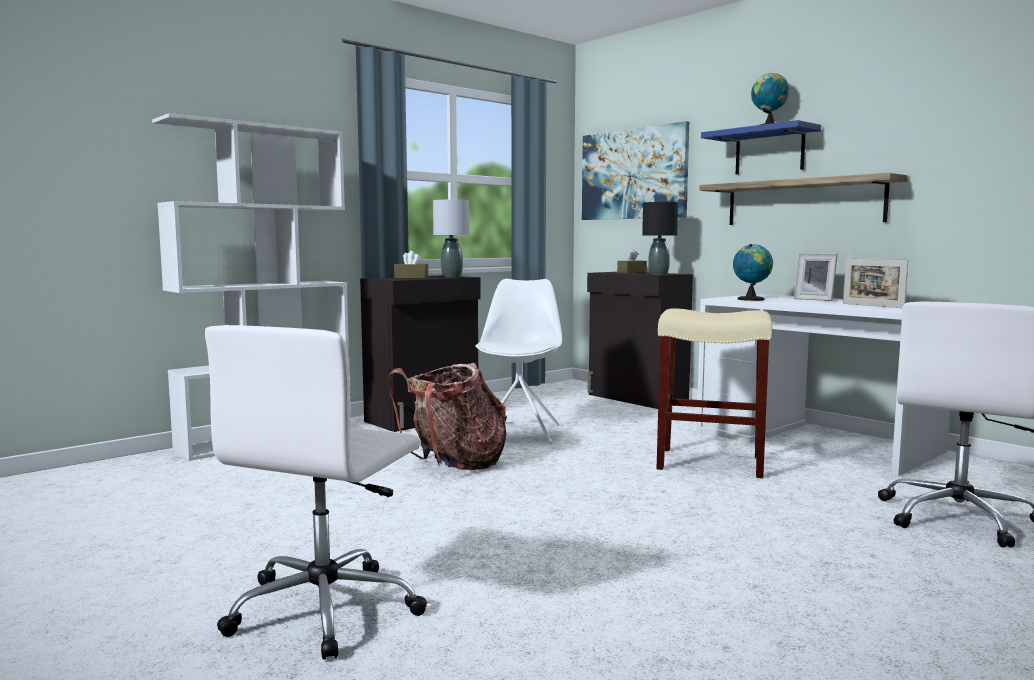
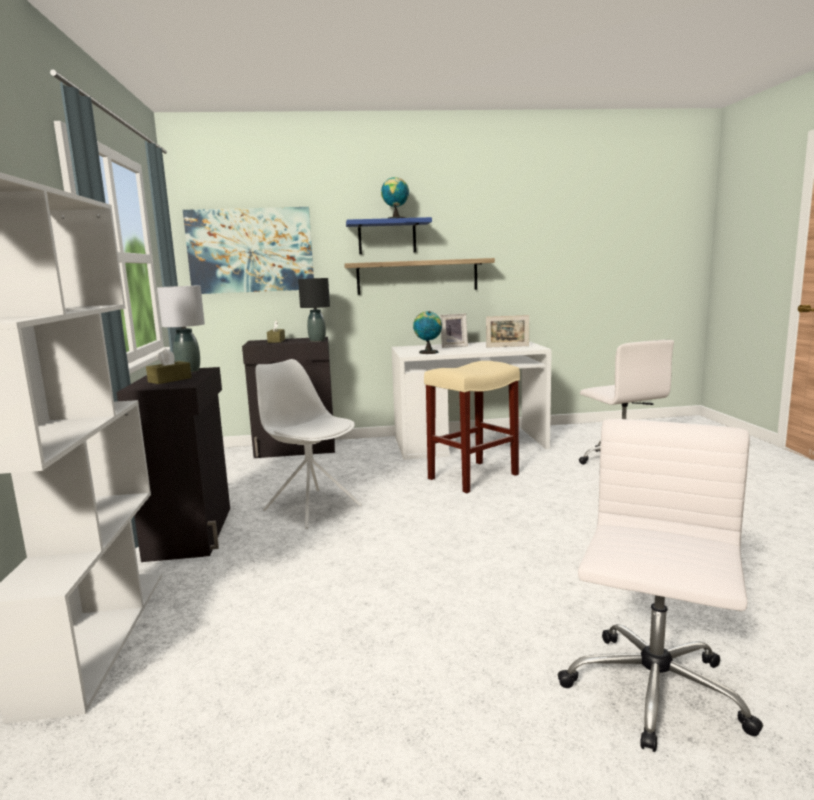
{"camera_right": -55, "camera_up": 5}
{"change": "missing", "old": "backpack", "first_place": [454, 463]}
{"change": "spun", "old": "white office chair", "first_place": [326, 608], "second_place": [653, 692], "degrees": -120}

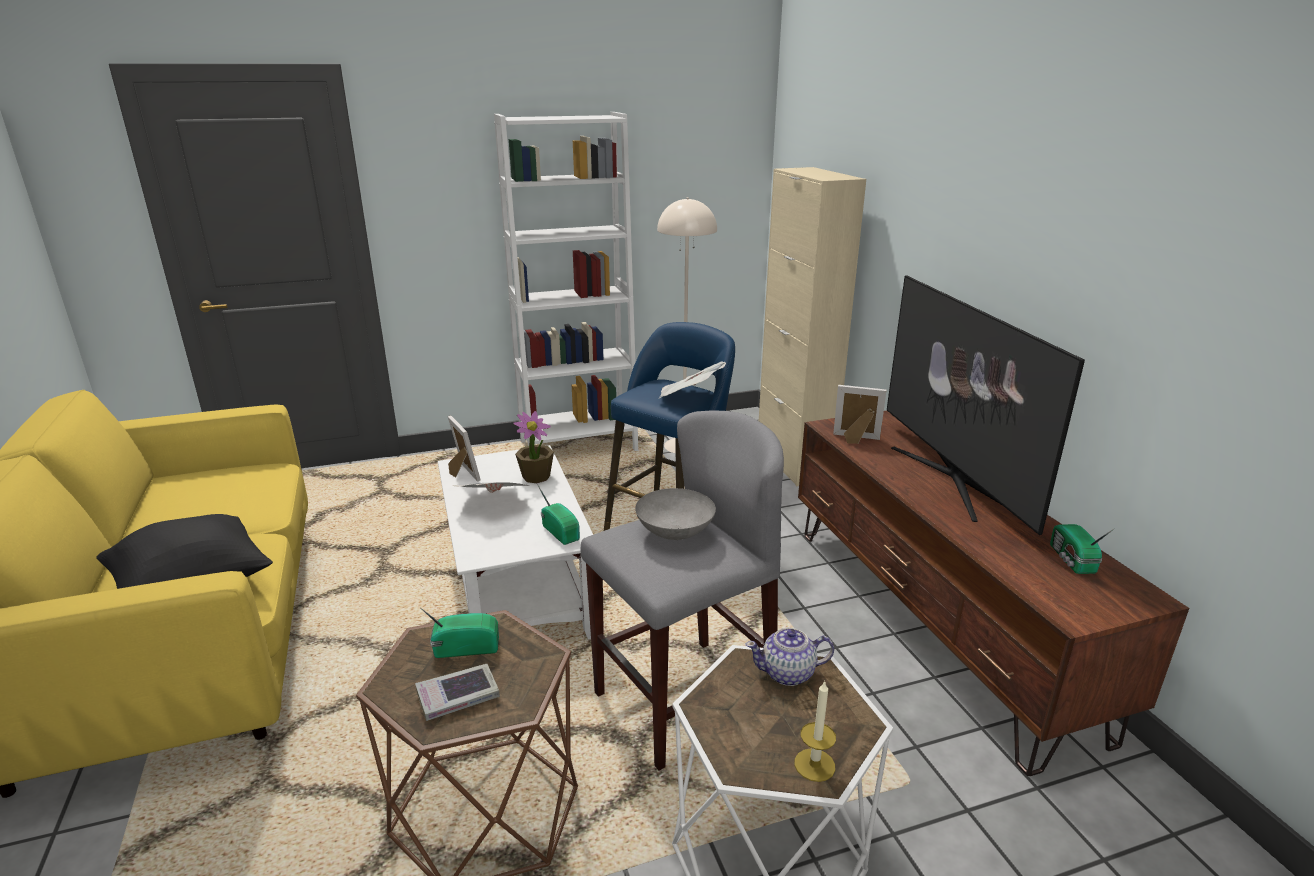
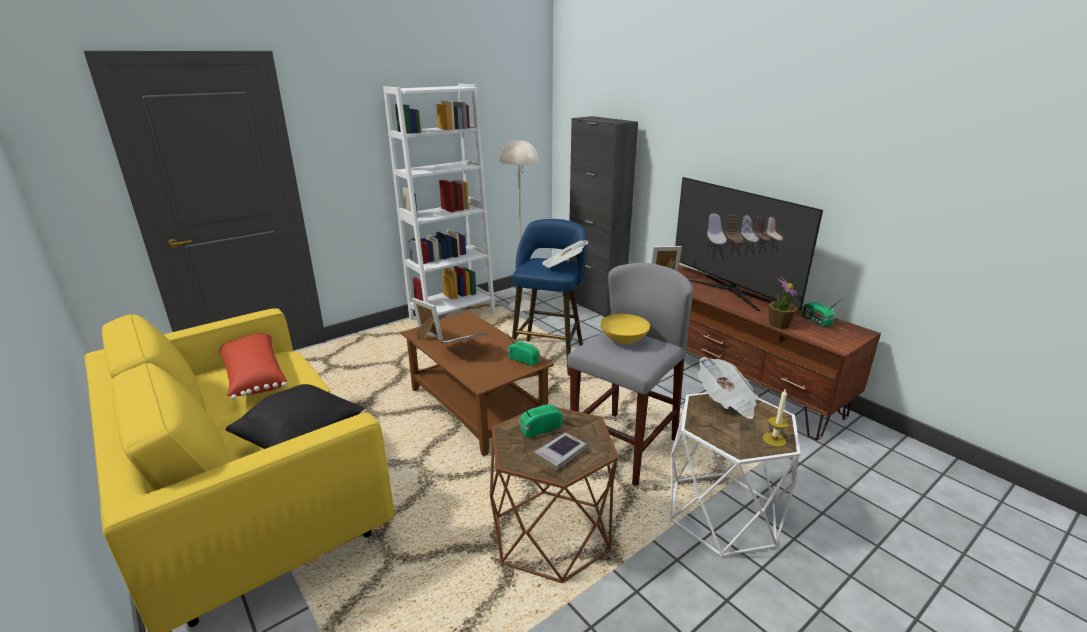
{"camera_right": -20, "camera_up": 0}
{"change": "appeared", "new": "red pillow", "second_place": [253, 377]}
{"change": "relocated", "old": "potted plant", "first_place": [536, 476], "second_place": [779, 324]}
{"change": "exchanged", "old": "teapot", "new": "newspaper", "first_place": [788, 673], "second_place": [726, 402]}
{"change": "colour", "old": "white coffee table", "new": "brown coffee table", "first_place": [517, 586], "second_place": [475, 407]}
{"change": "colour", "old": "grey bowl", "new": "yellow bowl", "first_place": [674, 533], "second_place": [623, 340]}
{"change": "colour", "old": "beige cabinet", "new": "black cabinet", "first_place": [793, 463], "second_place": [595, 305]}

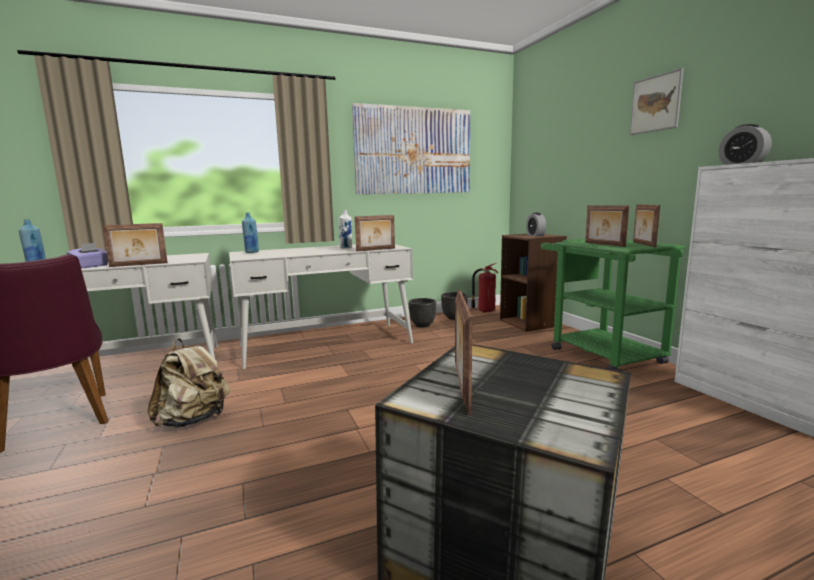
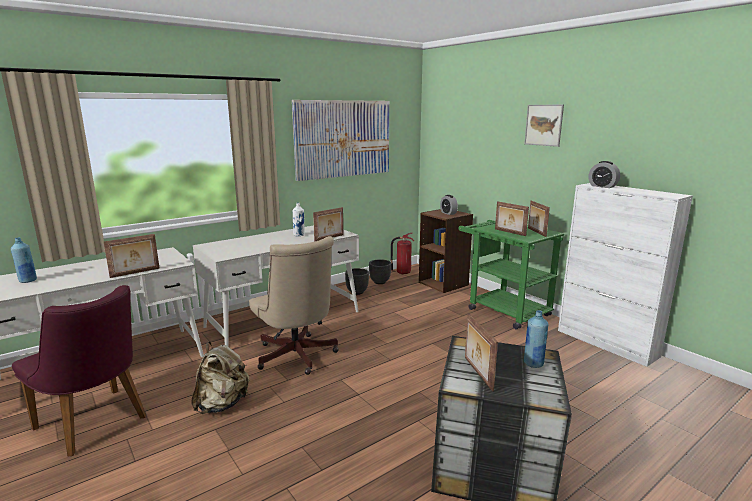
{"camera_right": -15, "camera_up": 5}
{"change": "missing", "old": "purple tissue box", "first_place": [91, 266]}
{"change": "appeared", "new": "beige office chair", "second_place": [297, 358]}
{"change": "relocated", "old": "blue bottle", "first_place": [251, 252], "second_place": [533, 363]}

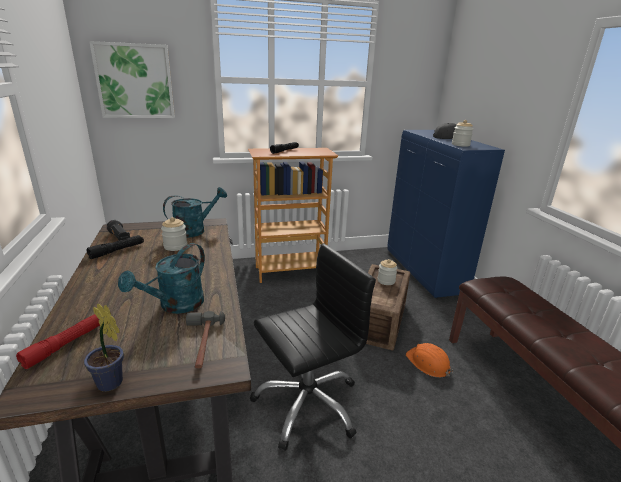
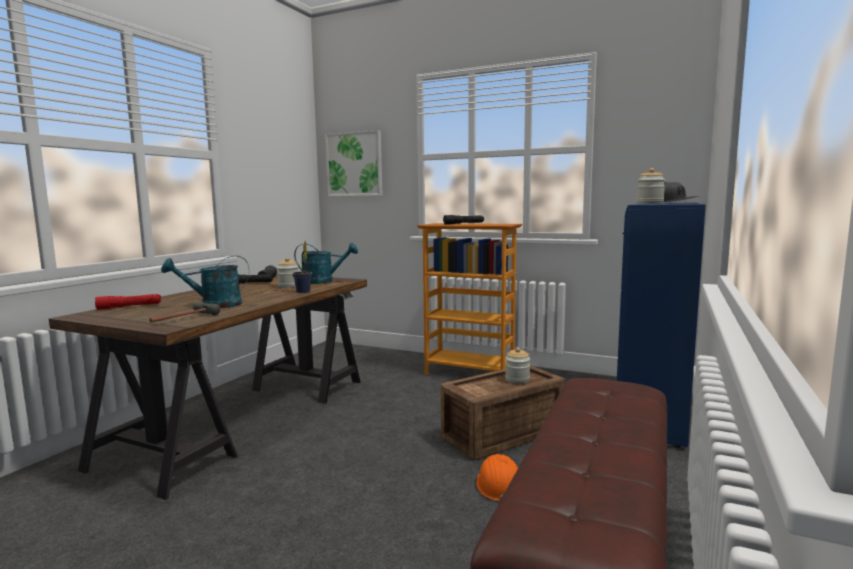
{"camera_right": 40, "camera_up": -15}
{"change": "missing", "old": "black office chair", "first_place": [307, 403]}
{"change": "relocated", "old": "potted plant", "first_place": [112, 384], "second_place": [303, 292]}

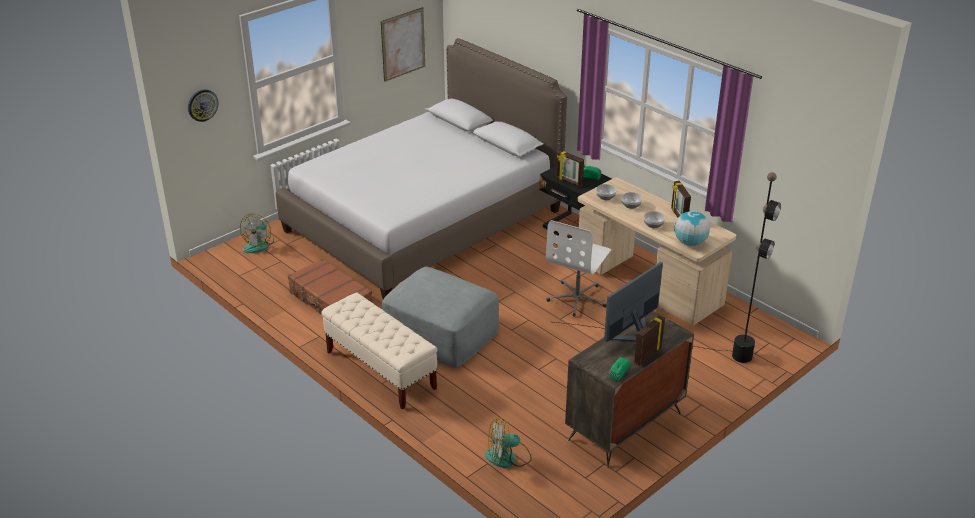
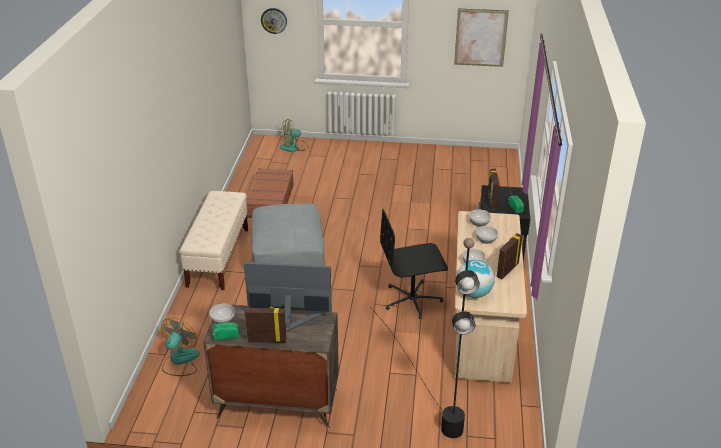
{"camera_right": 50, "camera_up": 0}
{"change": "missing", "old": "bed", "first_place": [423, 220]}
{"change": "appeared", "new": "bowl", "second_place": [222, 320]}
{"change": "colour", "old": "white office chair", "new": "black office chair", "first_place": [577, 298], "second_place": [412, 300]}
{"change": "spun", "old": "fan", "first_place": [508, 457], "second_place": [180, 361], "degrees": 75}

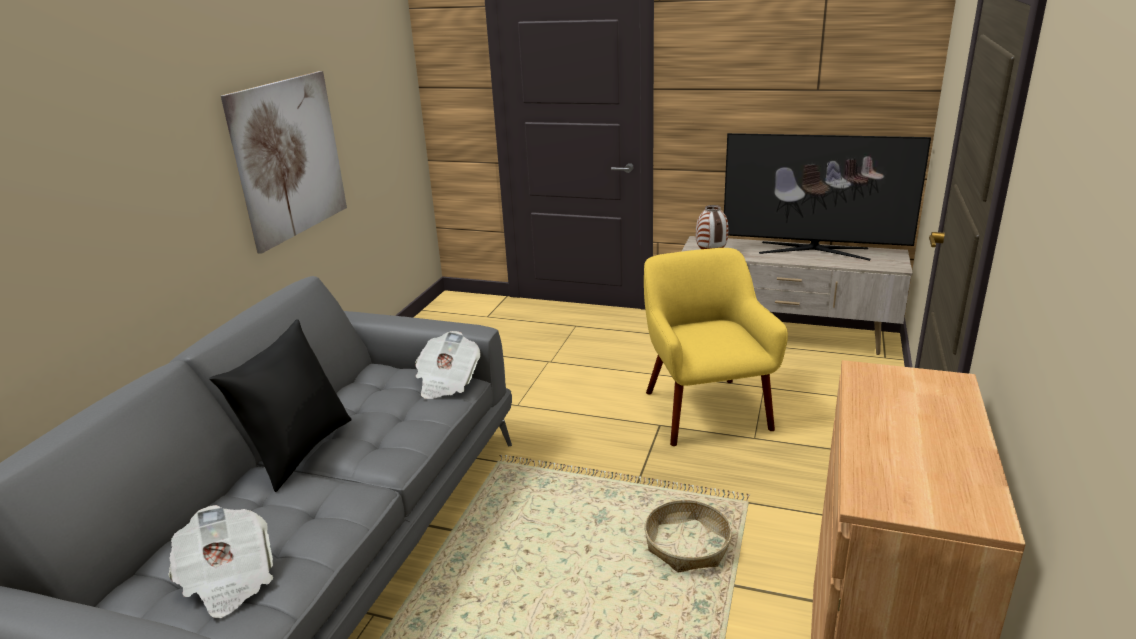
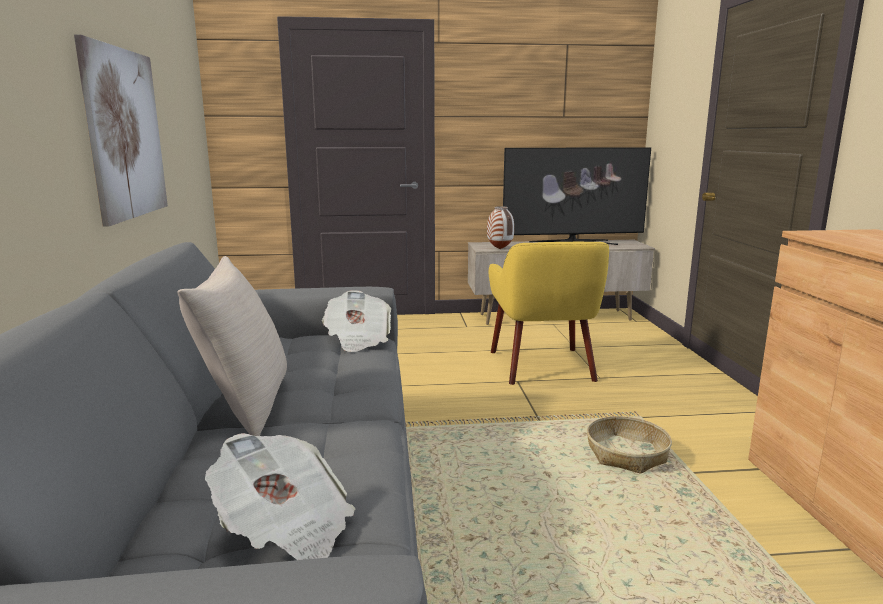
{"camera_right": -25, "camera_up": -10}
{"change": "colour", "old": "black pillow", "new": "beige pillow", "first_place": [299, 451], "second_place": [245, 407]}
{"change": "spun", "old": "yellow armchair", "first_place": [704, 409], "second_place": [542, 366], "degrees": -150}

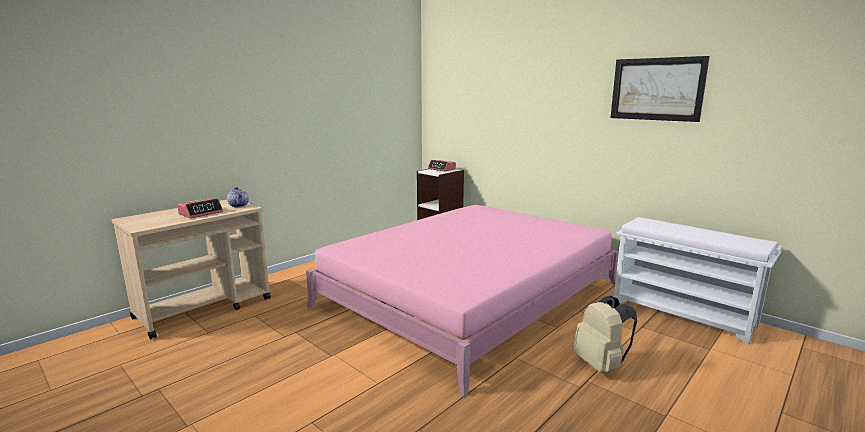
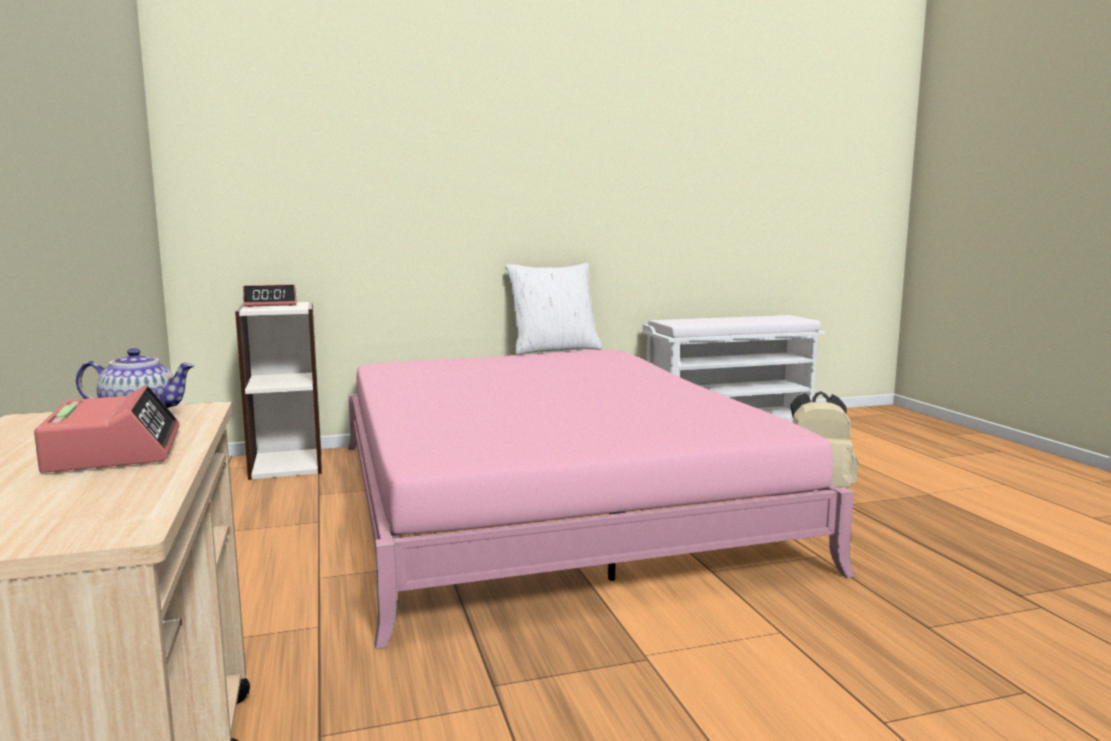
{"camera_right": -60, "camera_up": -5}
{"change": "missing", "old": "picture", "first_place": [656, 89]}
{"change": "appeared", "new": "white pillow", "second_place": [554, 350]}

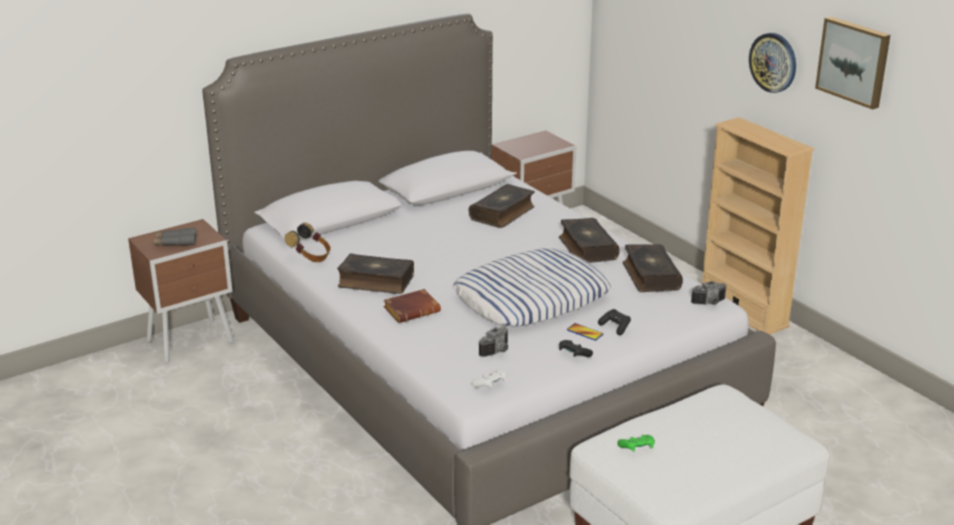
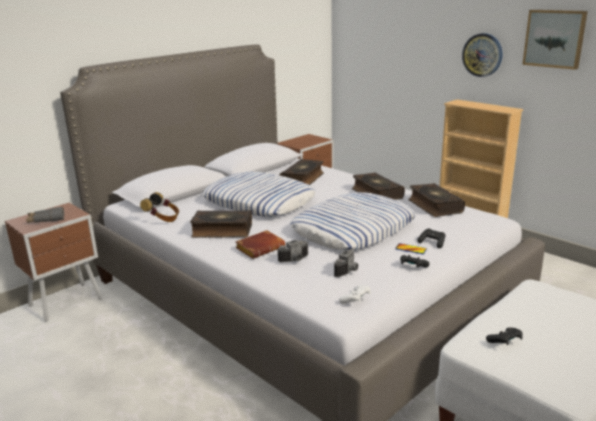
{"camera_right": -10, "camera_up": -5}
{"change": "appeared", "new": "pillow", "second_place": [259, 202]}
{"change": "relocated", "old": "photo camera", "first_place": [710, 303], "second_place": [295, 260]}
{"change": "colour", "old": "green game controller", "new": "black game controller", "first_place": [637, 449], "second_place": [505, 342]}

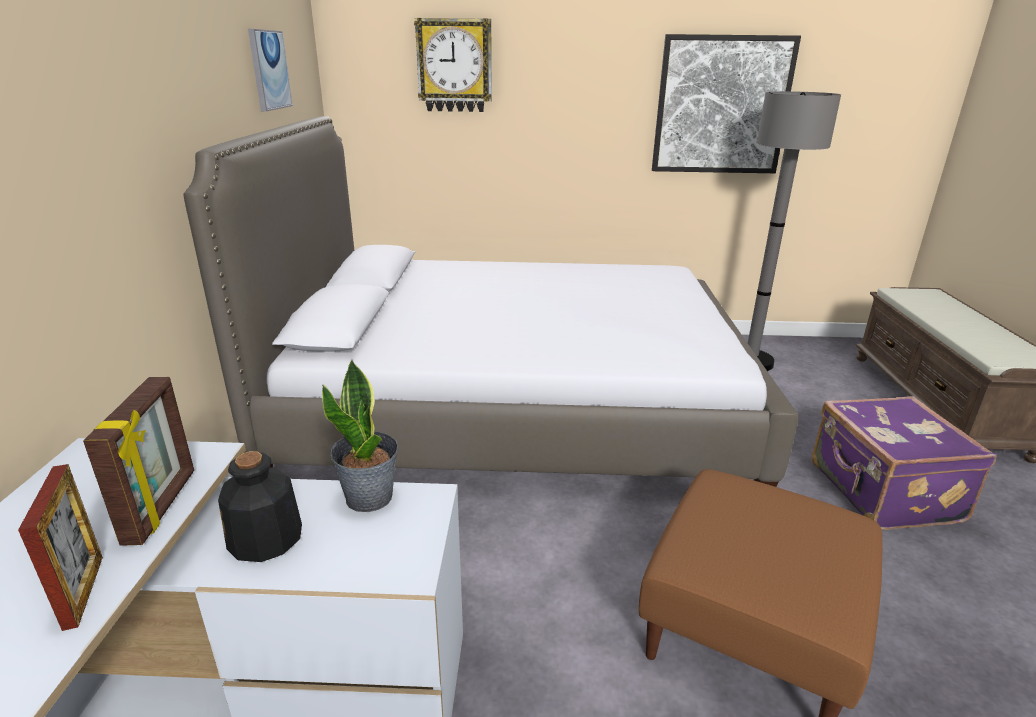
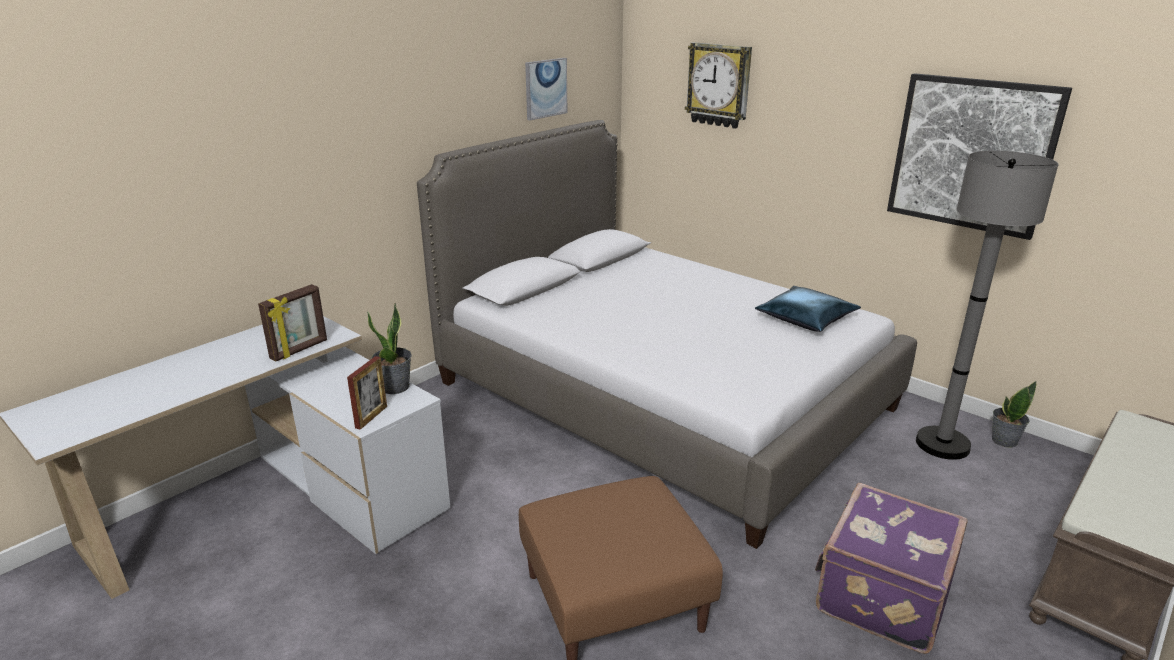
{"camera_right": 40, "camera_up": 0}
{"change": "missing", "old": "bottle", "first_place": [266, 539]}
{"change": "appeared", "new": "blue pillow", "second_place": [805, 318]}
{"change": "appeared", "new": "potted plant", "second_place": [1003, 441]}
{"change": "relocated", "old": "picture frame", "first_place": [83, 591], "second_place": [371, 417]}

